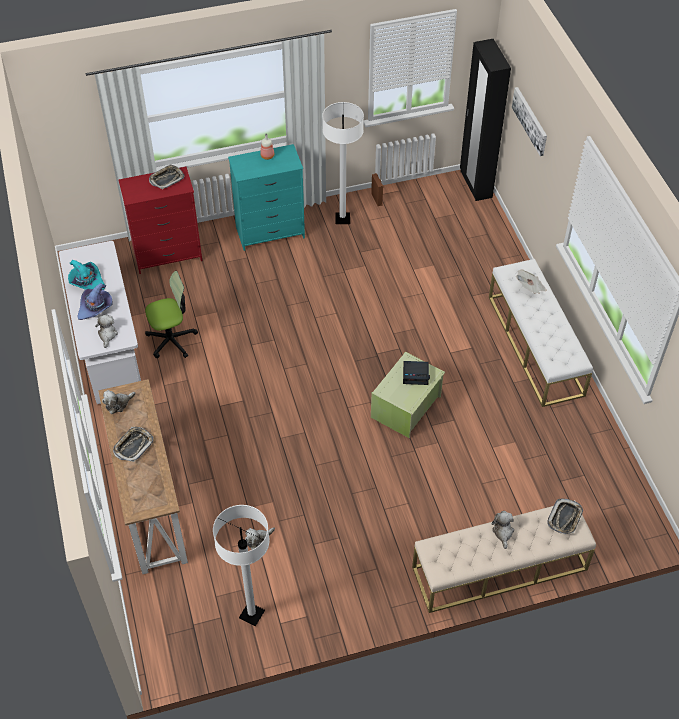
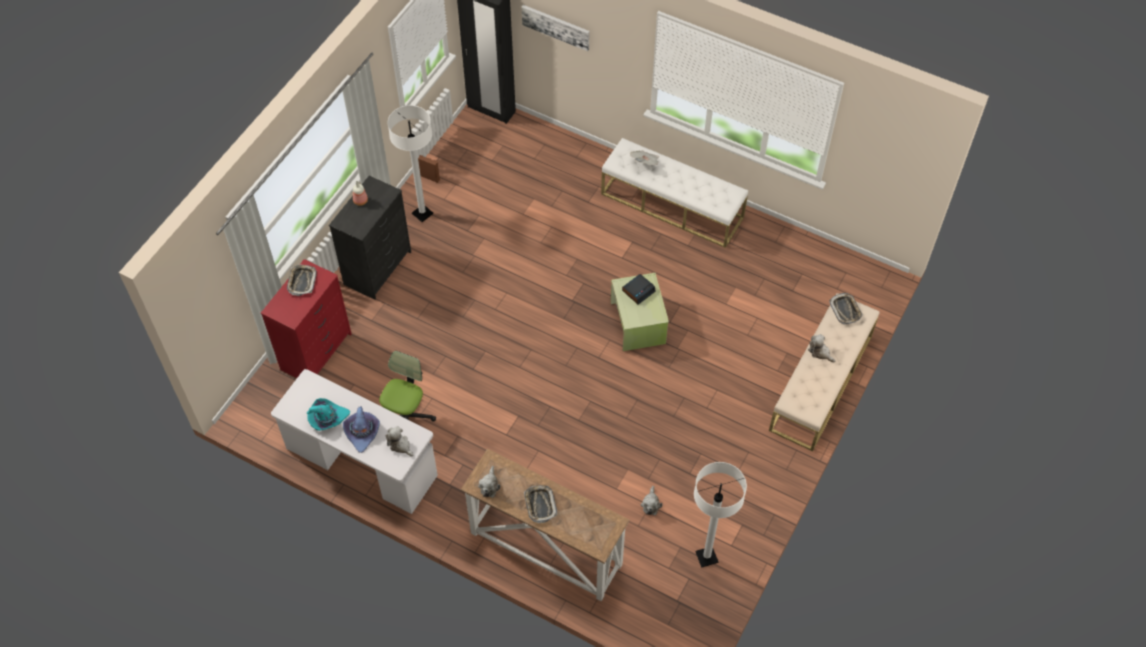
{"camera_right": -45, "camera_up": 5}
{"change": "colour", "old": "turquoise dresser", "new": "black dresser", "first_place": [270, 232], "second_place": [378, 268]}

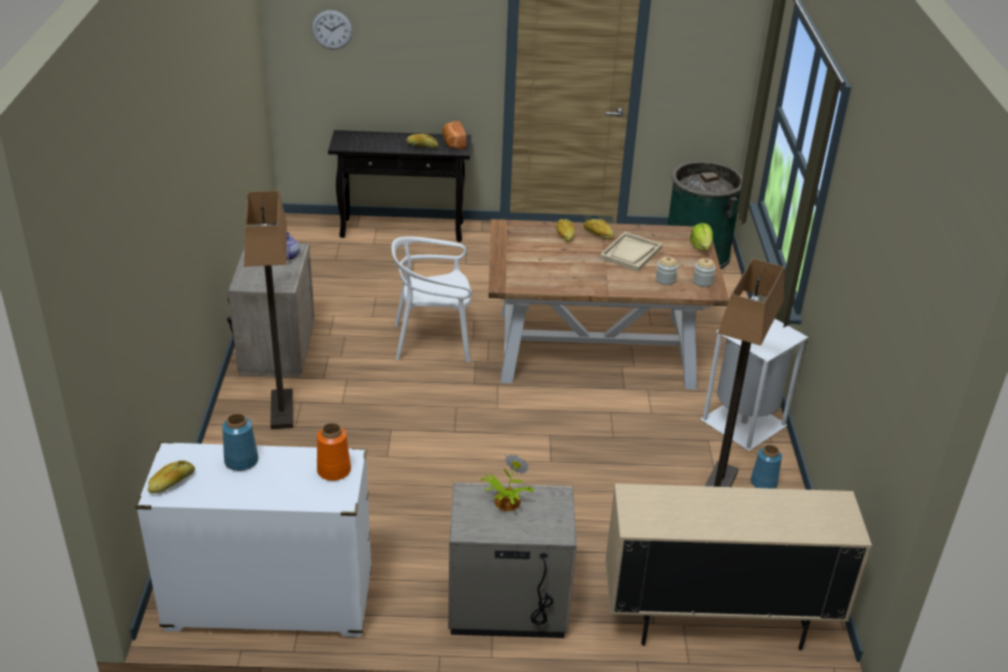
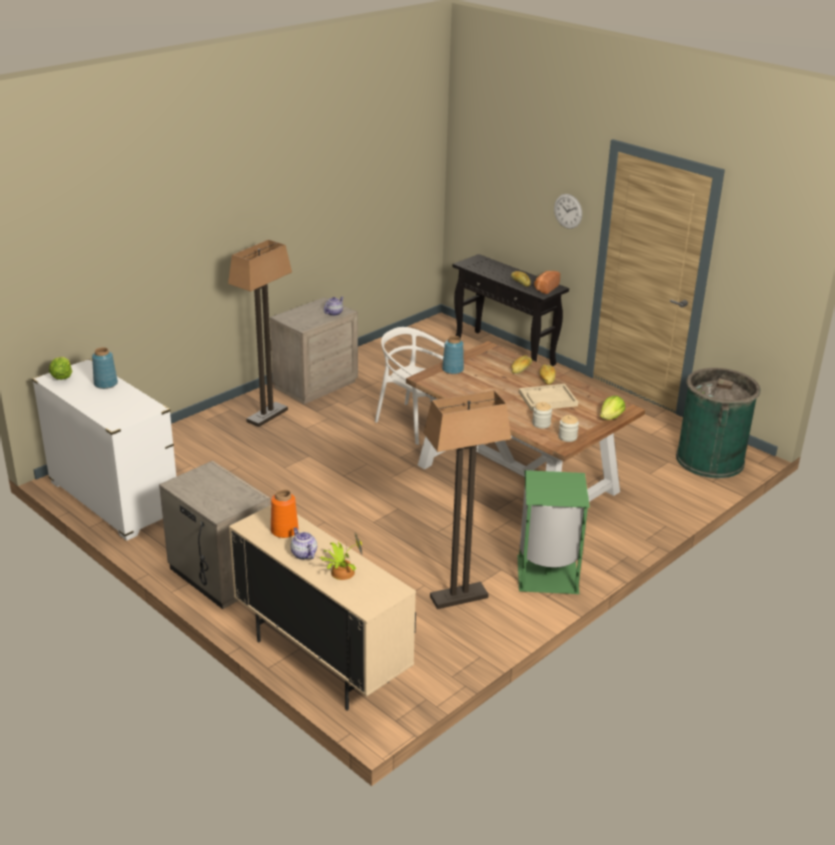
{"camera_right": 45, "camera_up": -5}
{"change": "appeared", "new": "teapot", "second_place": [303, 554]}
{"change": "relocated", "old": "wall clock", "first_place": [332, 29], "second_place": [568, 211]}
{"change": "relocated", "old": "orange vase", "first_place": [333, 470], "second_place": [284, 530]}
{"change": "relocated", "old": "potted plant", "first_place": [505, 502], "second_place": [341, 572]}
{"change": "relocated", "old": "blue vase", "first_place": [764, 482], "second_place": [453, 370]}
{"change": "exchanged", "old": "bread", "new": "lettuce", "first_place": [172, 482], "second_place": [62, 377]}
{"change": "colour", "old": "white trash can", "new": "green trash can", "first_place": [744, 424], "second_place": [546, 575]}

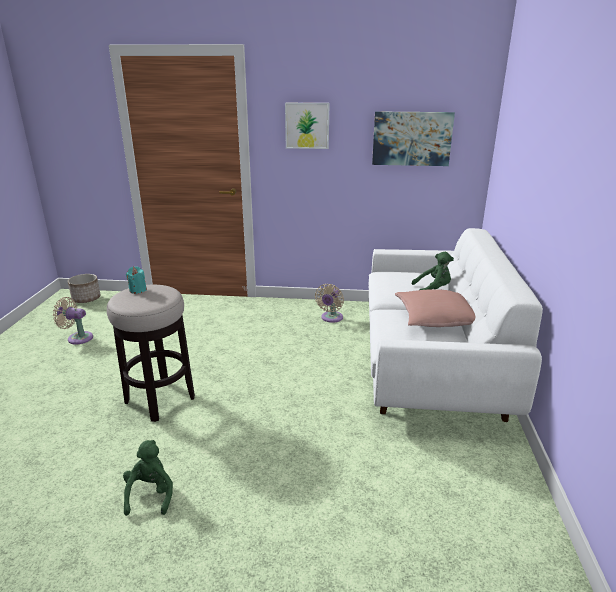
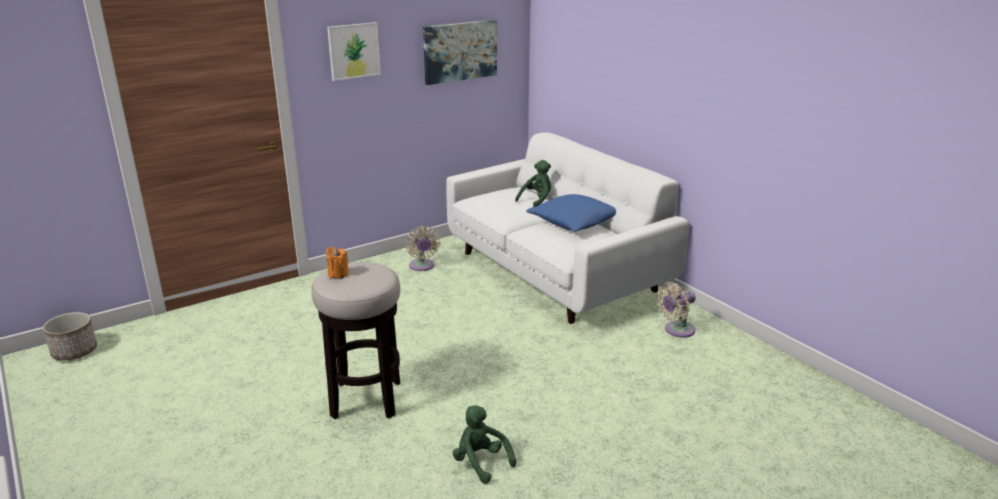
{"camera_right": -40, "camera_up": 0}
{"change": "relocated", "old": "beige fan", "first_place": [78, 338], "second_place": [677, 330]}
{"change": "colour", "old": "turquoise candle", "new": "orange candle", "first_place": [138, 290], "second_place": [338, 274]}
{"change": "colour", "old": "pink pillow", "new": "blue pillow", "first_place": [435, 320], "second_place": [574, 224]}

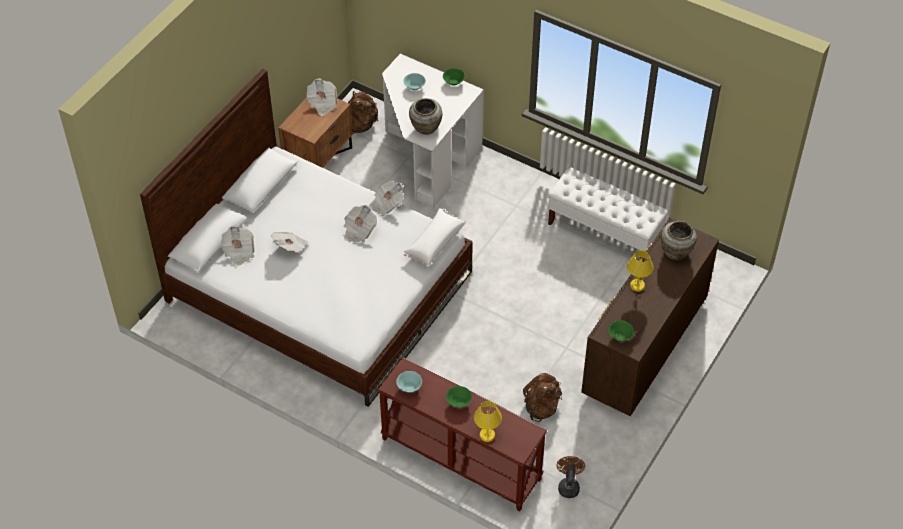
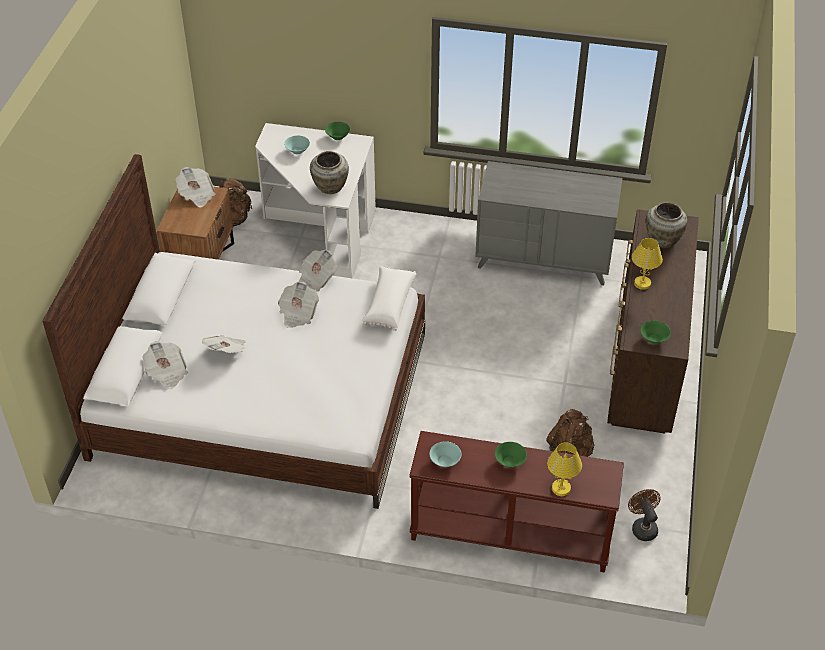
{"camera_right": -20, "camera_up": -5}
{"change": "exchanged", "old": "white bench", "new": "grey dresser", "first_place": [605, 232], "second_place": [544, 259]}

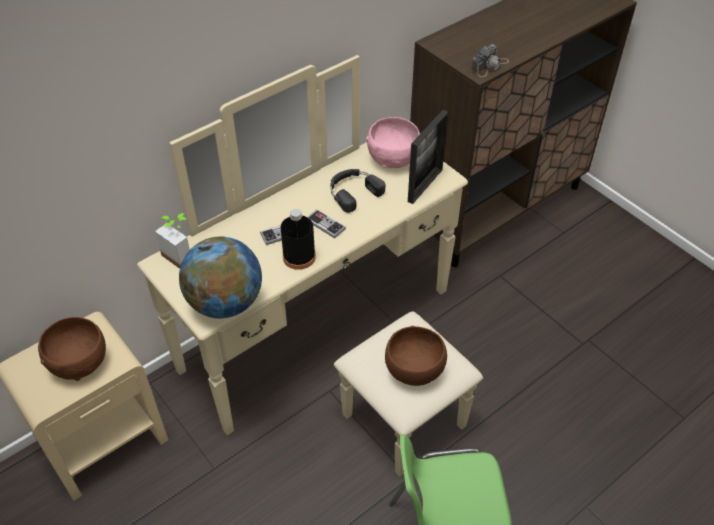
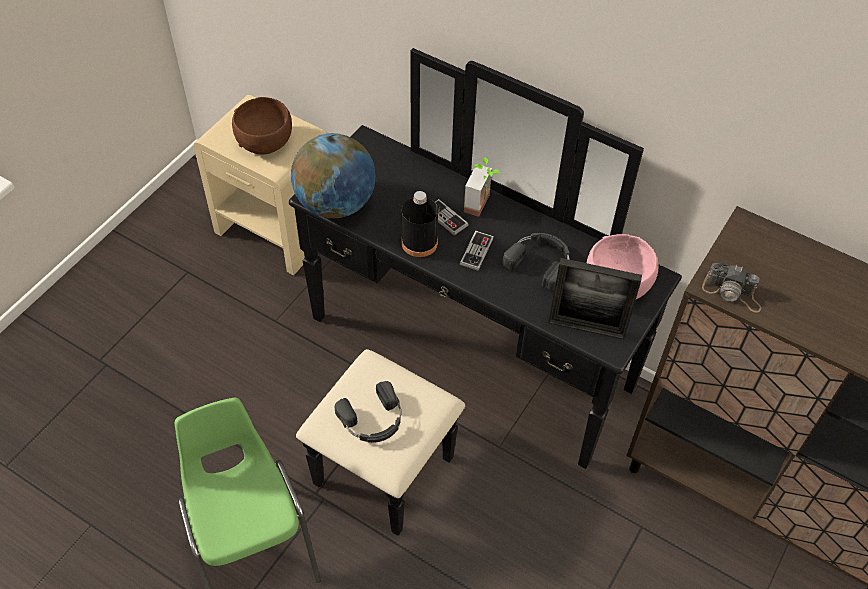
{"camera_right": 70, "camera_up": 5}
{"change": "relocated", "old": "potted plant", "first_place": [181, 254], "second_place": [483, 205]}
{"change": "exchanged", "old": "brown bowl", "new": "black headphones", "first_place": [415, 369], "second_place": [373, 420]}
{"change": "colour", "old": "beige dresser", "new": "black dresser", "first_place": [336, 348], "second_place": [453, 379]}

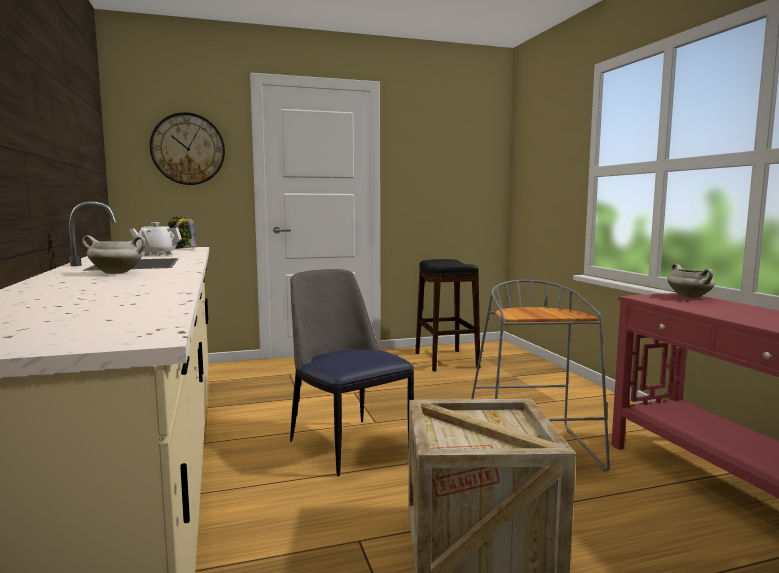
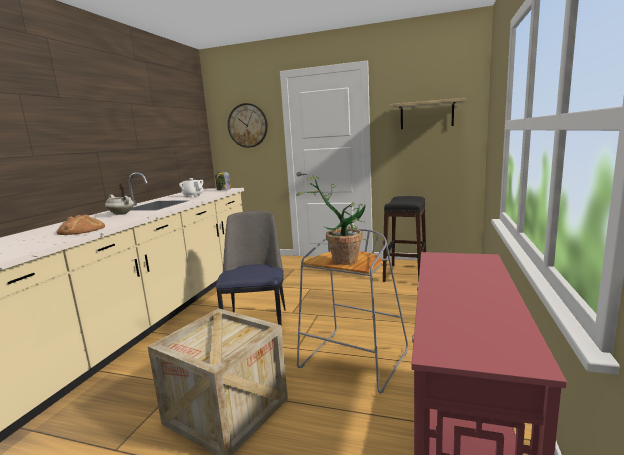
{"camera_right": 35, "camera_up": 5}
{"change": "missing", "old": "white cooking pot", "first_place": [690, 297]}
{"change": "appeared", "new": "bread", "second_place": [81, 230]}
{"change": "appeared", "new": "potted plant", "second_place": [341, 259]}
{"change": "appeared", "new": "shelf", "second_place": [426, 115]}

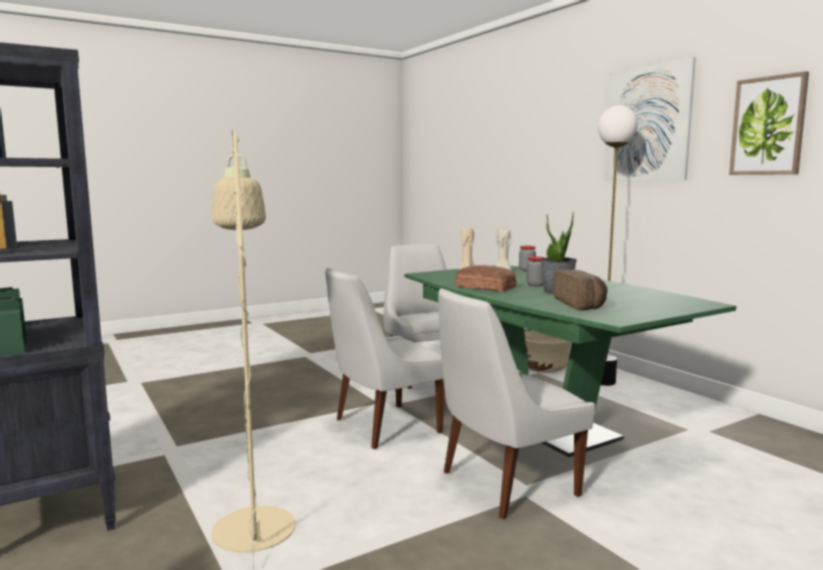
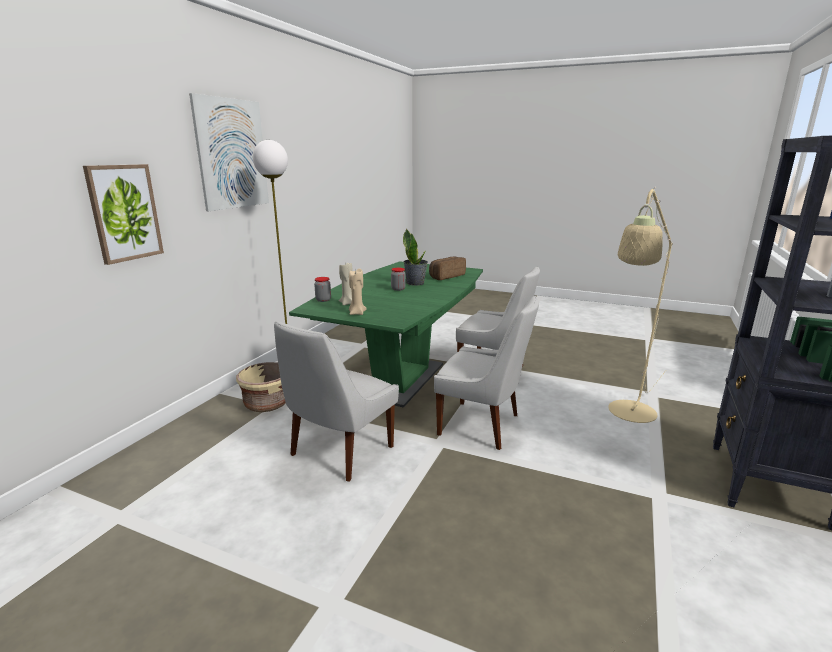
{"camera_right": -125, "camera_up": 10}
{"change": "missing", "old": "bread", "first_place": [485, 286]}
{"change": "relocated", "old": "picture", "first_place": [768, 126], "second_place": [124, 213]}

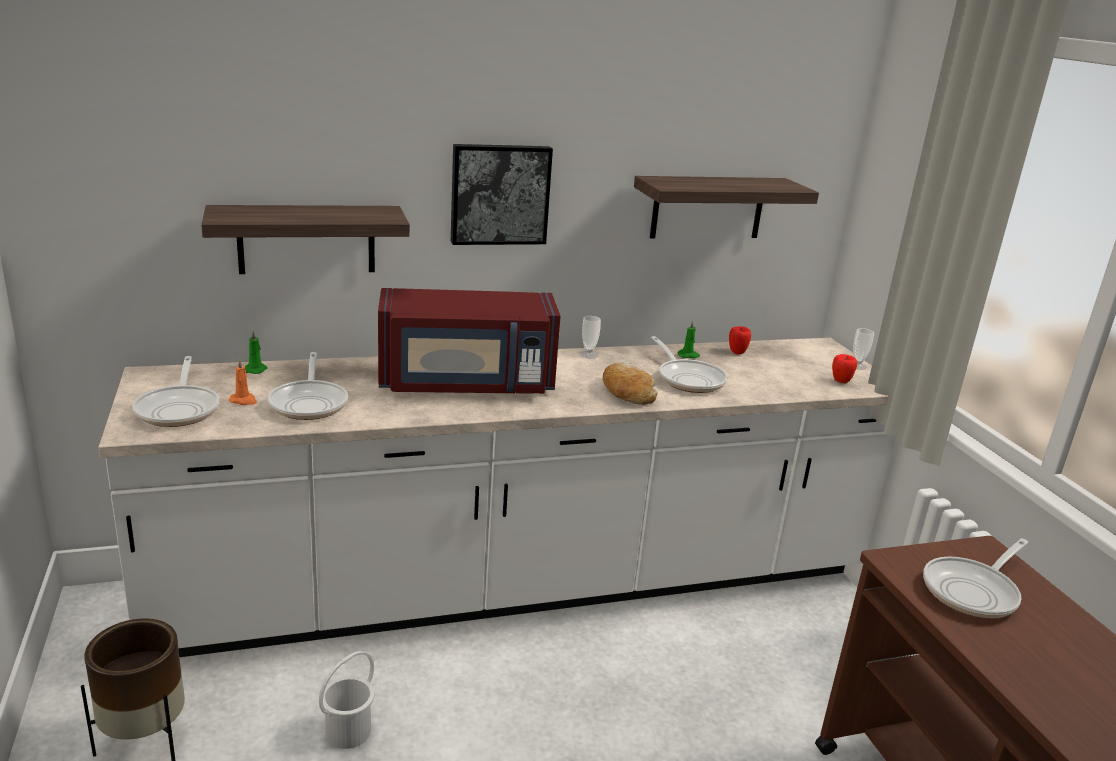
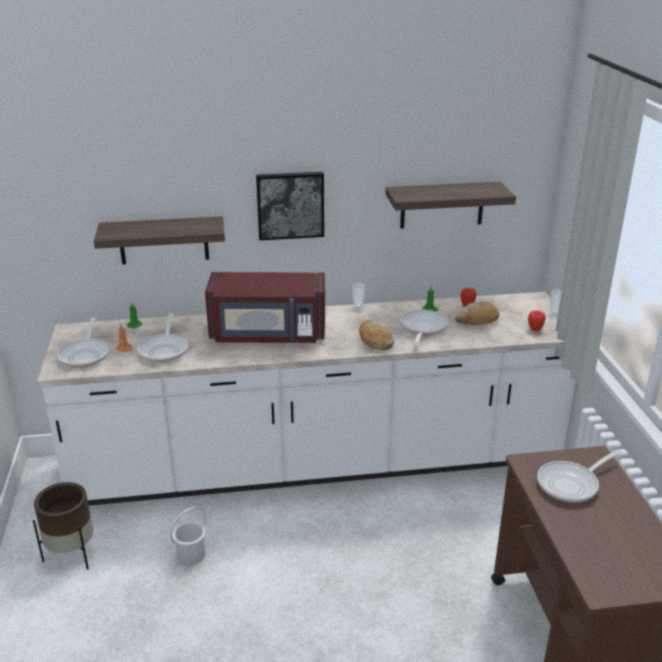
{"camera_right": 10, "camera_up": 5}
{"change": "appeared", "new": "bread", "second_place": [477, 320]}
{"change": "spun", "old": "frying pan", "first_place": [688, 379], "second_place": [423, 329], "degrees": -150}

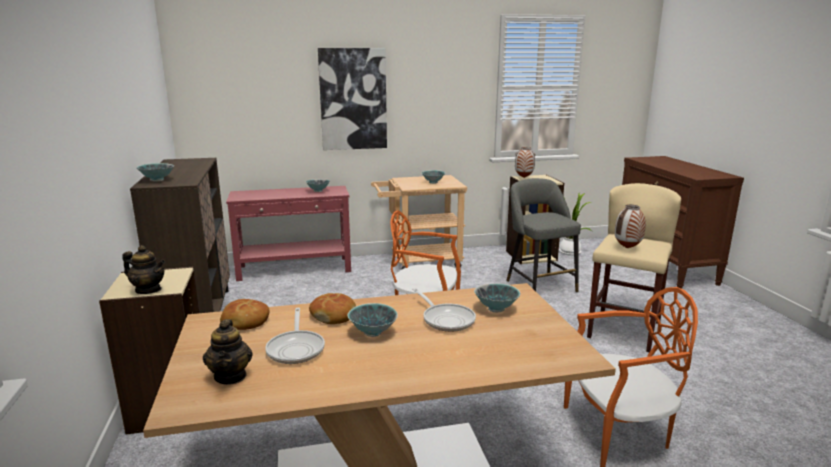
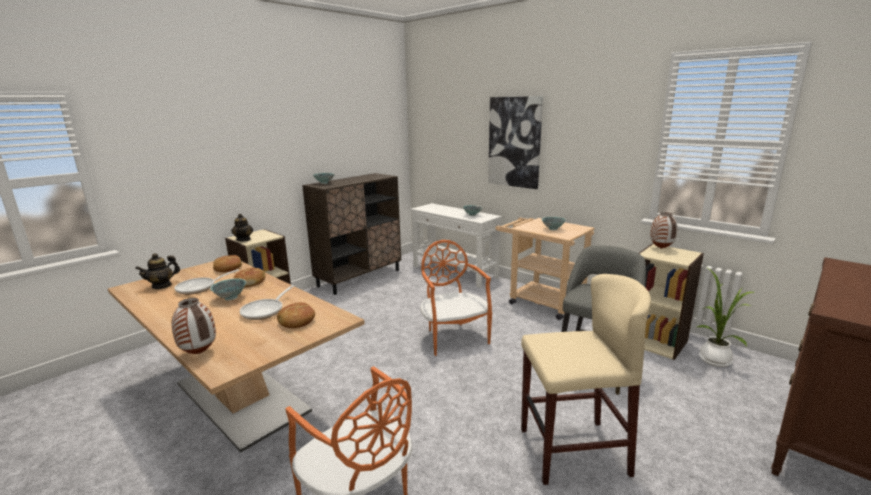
{"camera_right": 55, "camera_up": 0}
{"change": "relocated", "old": "vase", "first_place": [627, 248], "second_place": [198, 353]}
{"change": "exchanged", "old": "bowl", "new": "bread", "first_place": [496, 309], "second_place": [296, 321]}
{"change": "colour", "old": "red console table", "new": "white console table", "first_place": [295, 269], "second_place": [454, 272]}

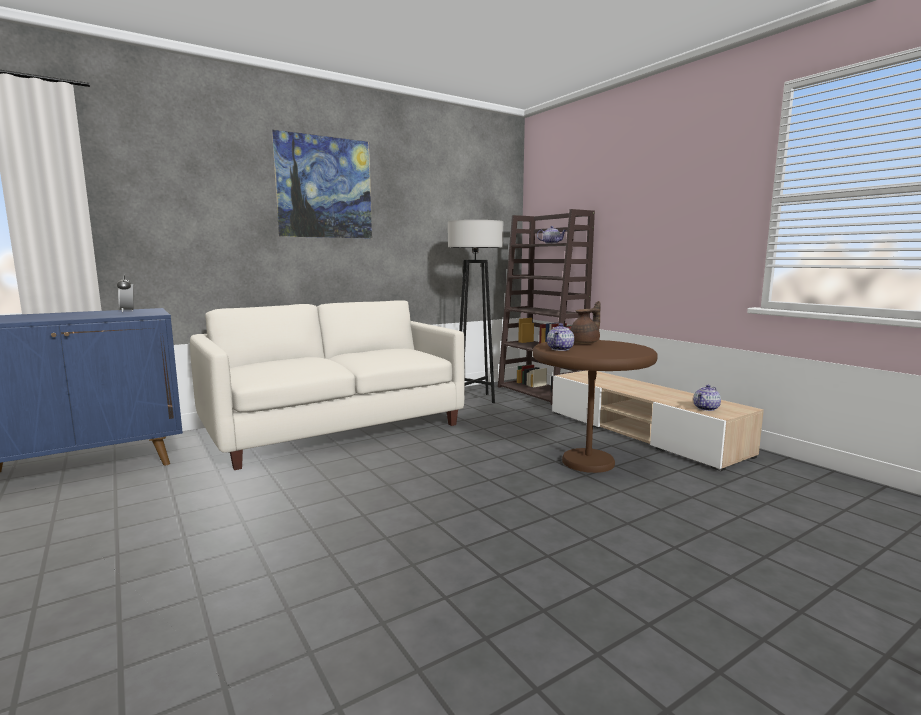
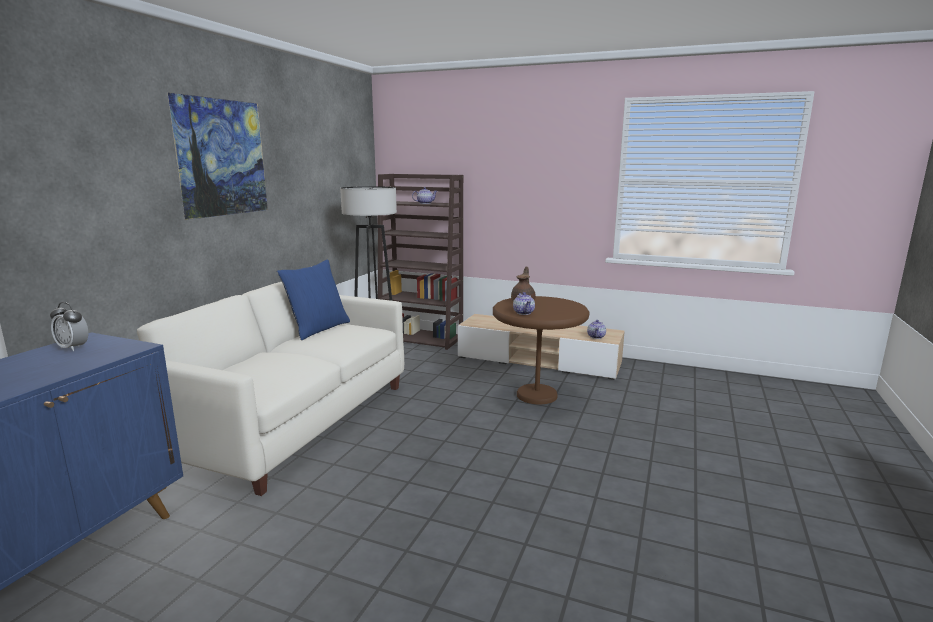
{"camera_right": -35, "camera_up": 5}
{"change": "appeared", "new": "blue pillow", "second_place": [318, 329]}

